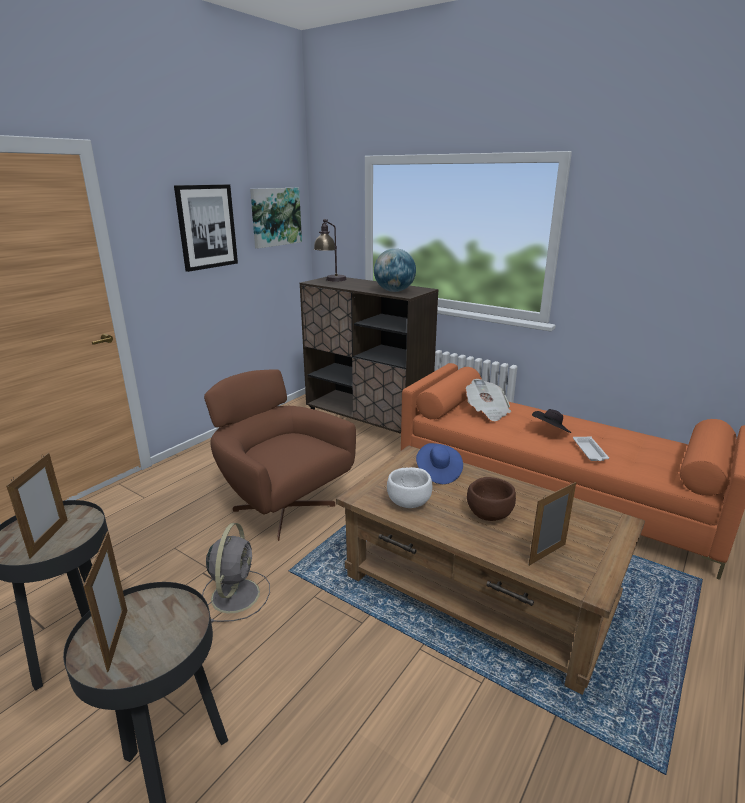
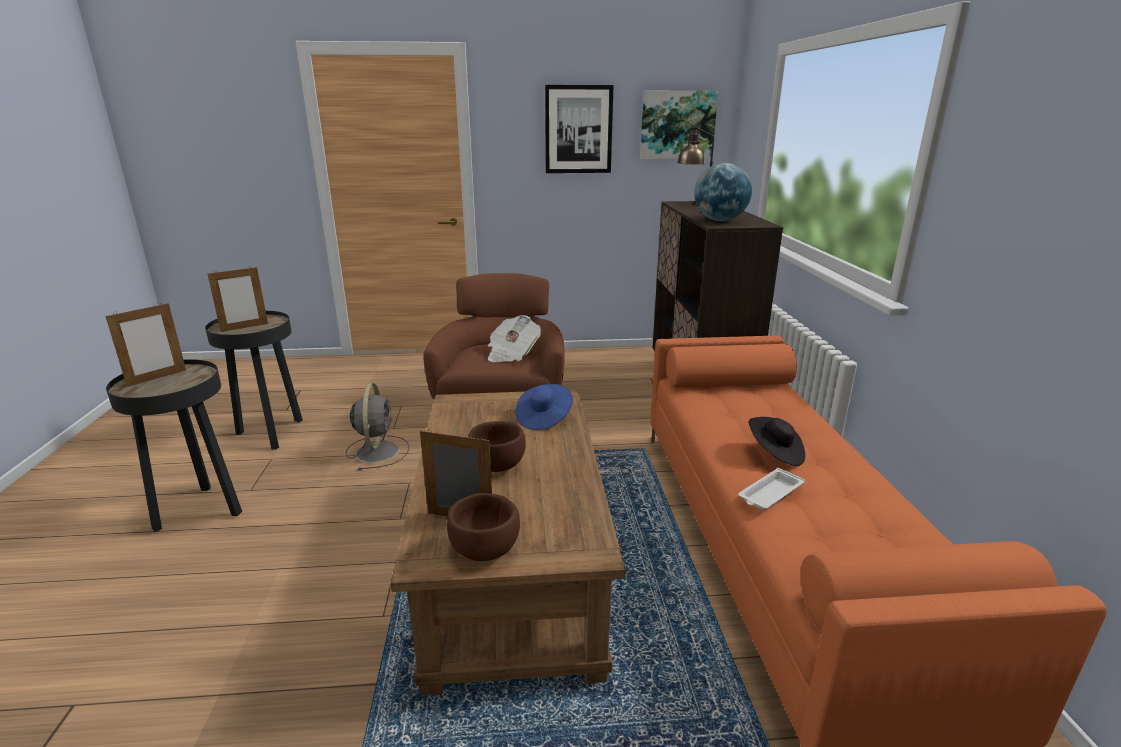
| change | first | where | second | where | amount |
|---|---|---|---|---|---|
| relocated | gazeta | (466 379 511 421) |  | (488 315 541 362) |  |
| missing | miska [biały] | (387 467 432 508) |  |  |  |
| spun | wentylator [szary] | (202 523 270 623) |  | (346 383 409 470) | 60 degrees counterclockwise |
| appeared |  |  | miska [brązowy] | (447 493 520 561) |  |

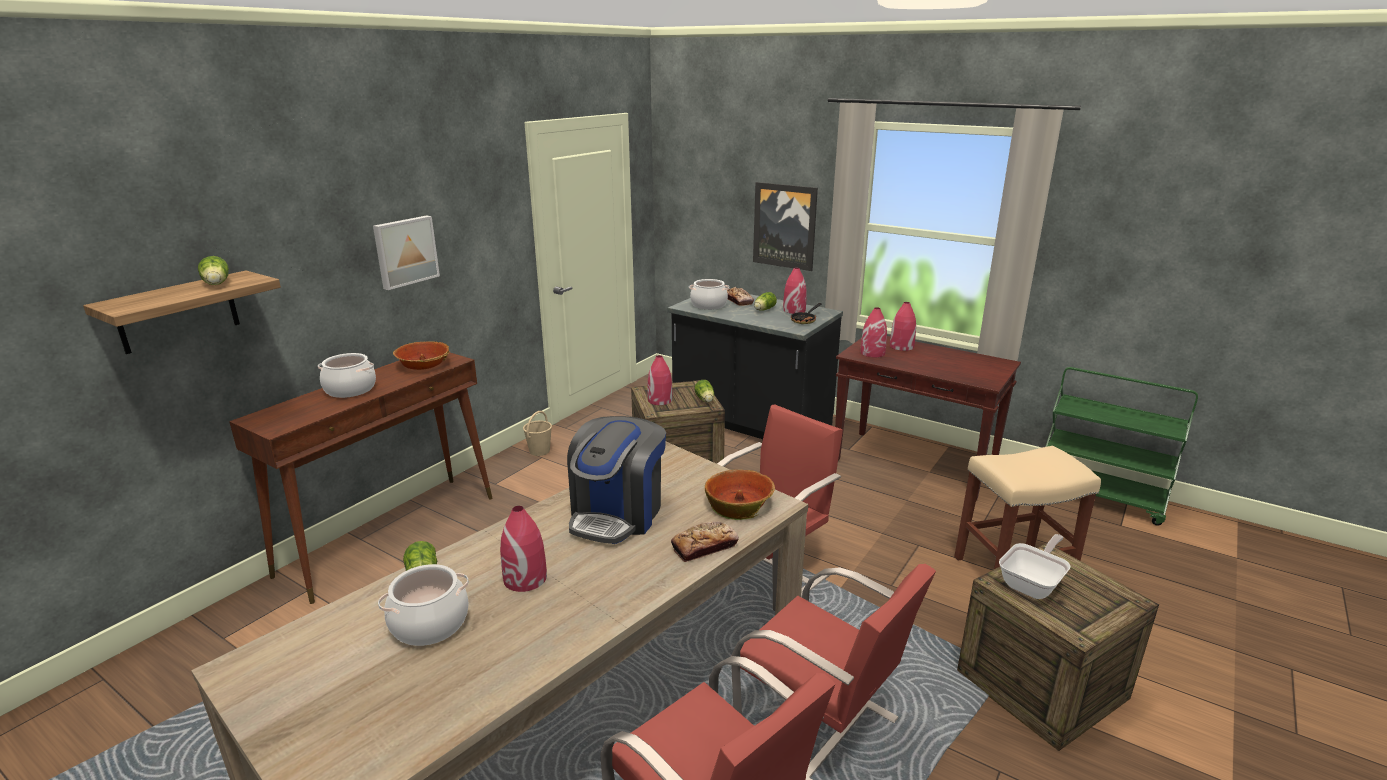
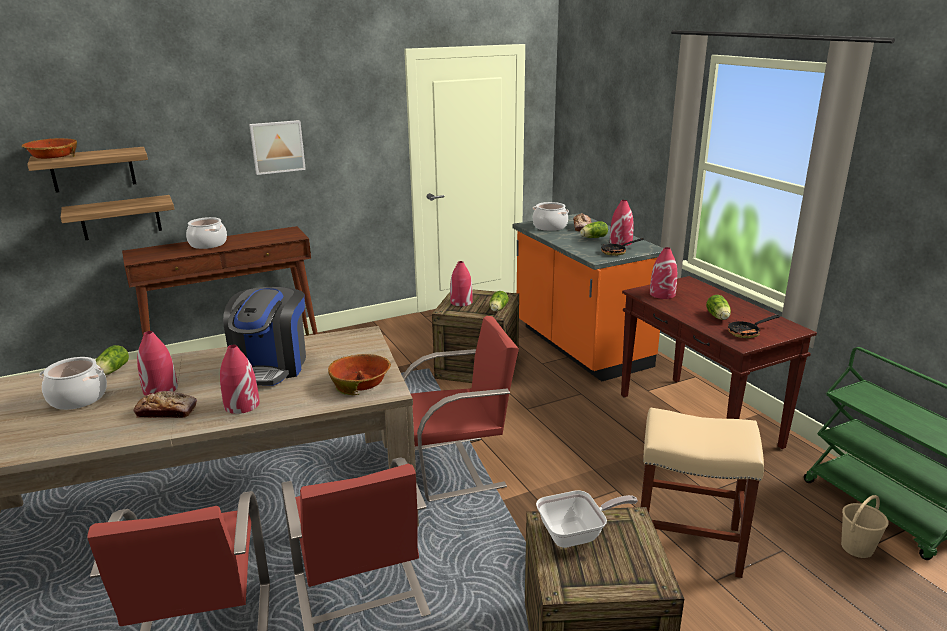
| change | first | where | second | where | amount |
|---|---|---|---|---|---|
| missing | obraz | (753 182 818 271) |  |  |  |
| relocated | sałata | (198 256 229 285) |  | (706 295 731 320) |  |
| colour | zabudowa kuchenna [czarny] | (668 294 843 439) | zabudowa kuchenna [pomarańczowy] | (513 213 664 381) |  |
| relocated | wazon [czerwony] | (890 302 916 351) |  | (220 345 260 414) |  |
| relocated | miska | (393 341 450 370) |  | (22 138 77 159) |  |
| relocated | wiadro [beżowy] | (523 411 552 456) |  | (841 495 889 558) |  |
| spun | ekspres do kawy | (567 416 666 544) |  | (223 287 306 386) | 45 degrees counterclockwise |
| relocated | chleb | (671 522 739 562) |  | (133 391 197 418) |  |
| appeared |  |  | półka | (60 195 175 240) |  |
| appeared |  |  | patelnia | (728 315 780 338) |  |

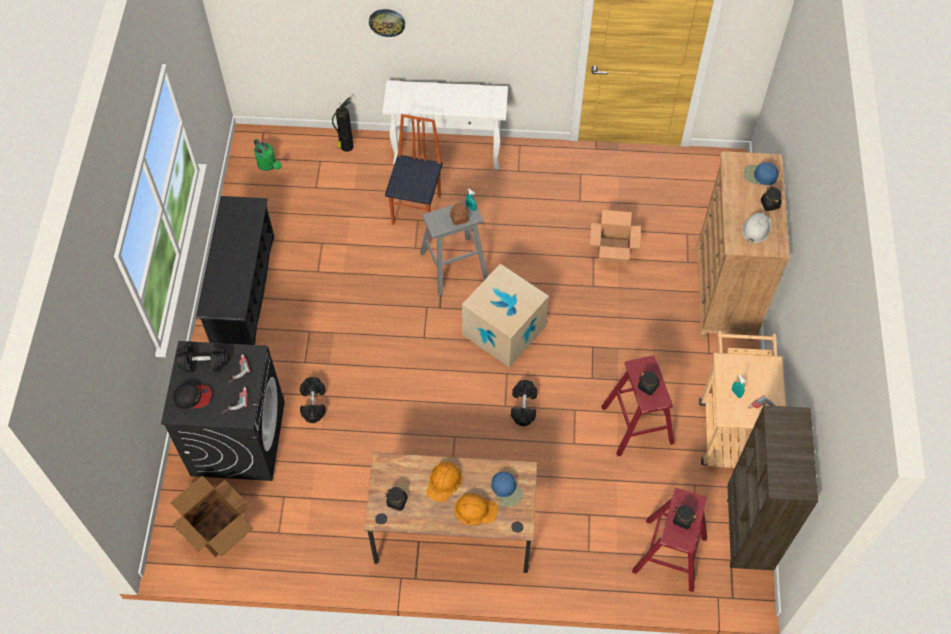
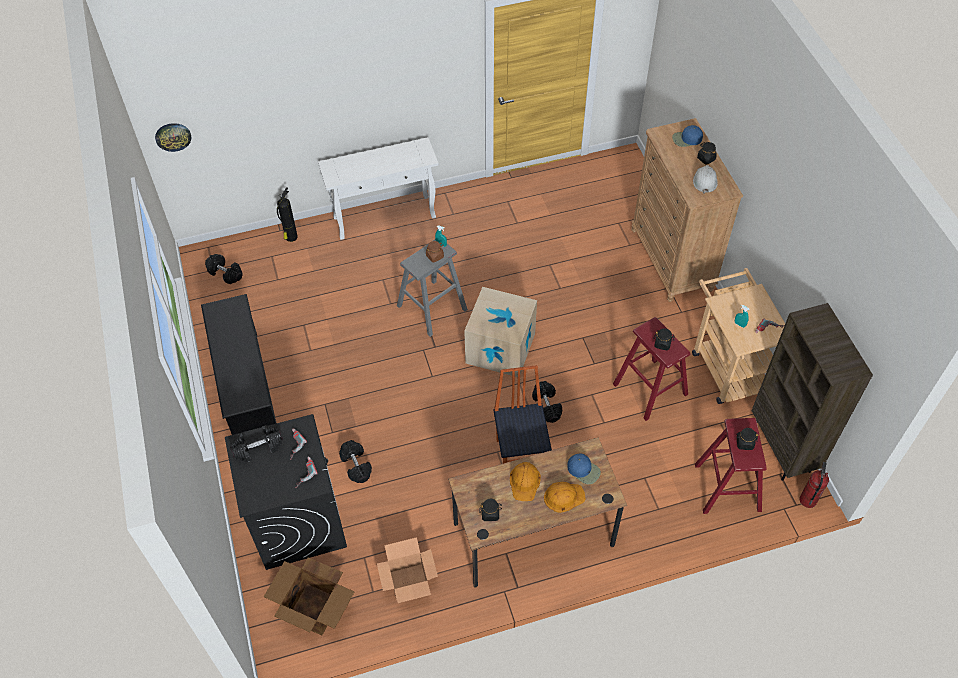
| change | first | where | second | where | amount |
|---|---|---|---|---|---|
| relocated | zegar ścienny | (369 9 405 37) |  | (155 123 192 152) |  |
| relocated | krzesło | (385 114 443 225) |  | (493 365 552 464) |  |
| exchanged | konewka [zielony] | (254 139 281 171) | hantel [czarny] | (205 254 242 284) |  |
| relocated | karton | (590 210 641 263) |  | (377 537 438 603) |  |
| missing | czapka z daszkiem | (173 383 211 409) |  |  |  |
| appeared |  |  | gaśnica | (800 462 829 508) |  |

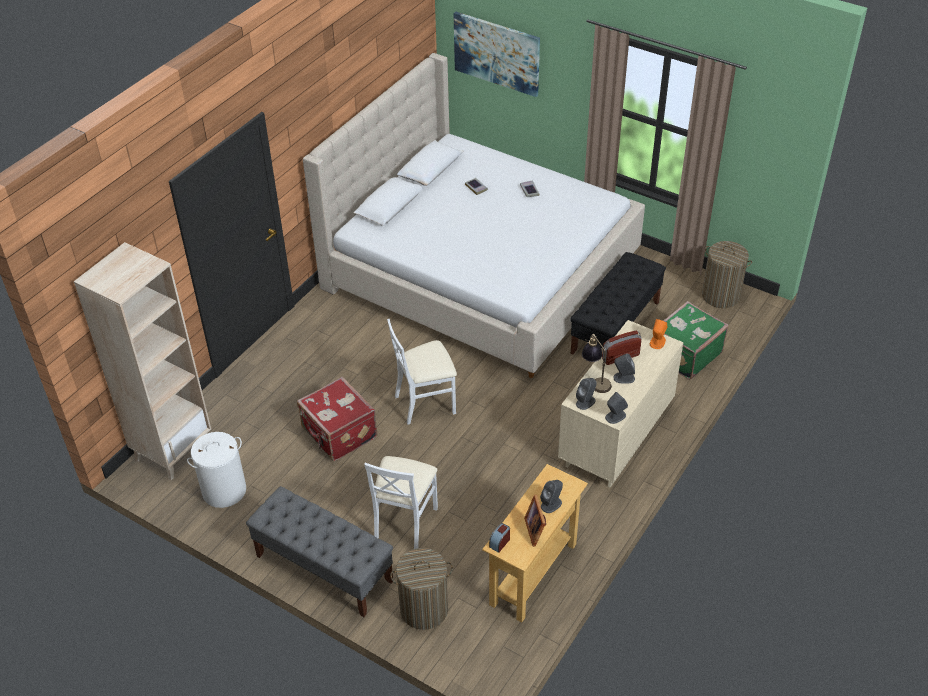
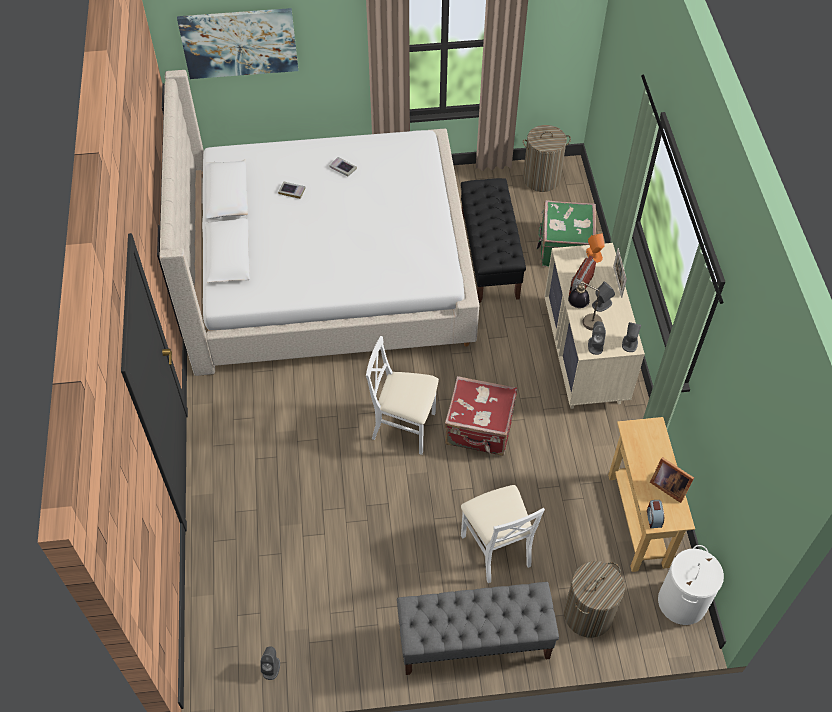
| change | first | where | second | where | amount |
|---|---|---|---|---|---|
| missing | regał [beżowy] | (74 242 211 480) |  |  |  |
| spun | krzesło [biały] | (387 319 457 425) |  | (366 336 439 455) | 75 degrees clockwise |
| relocated | walizka [czerwony] | (297 377 378 461) |  | (444 376 517 456) |  |
| relocated | kosz na pranie [biały] | (187 432 246 508) |  | (658 545 724 625) |  |
| relocated | głośnik [szary] | (540 480 563 513) |  | (261 646 280 680) |  |
| appeared |  |  | ramka na zdjęcie | (613 248 627 298) |  |

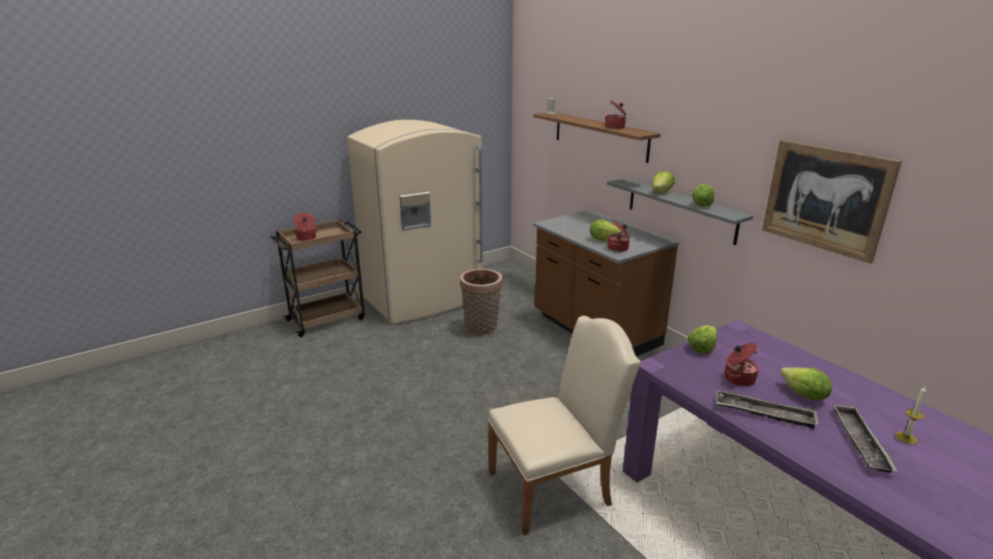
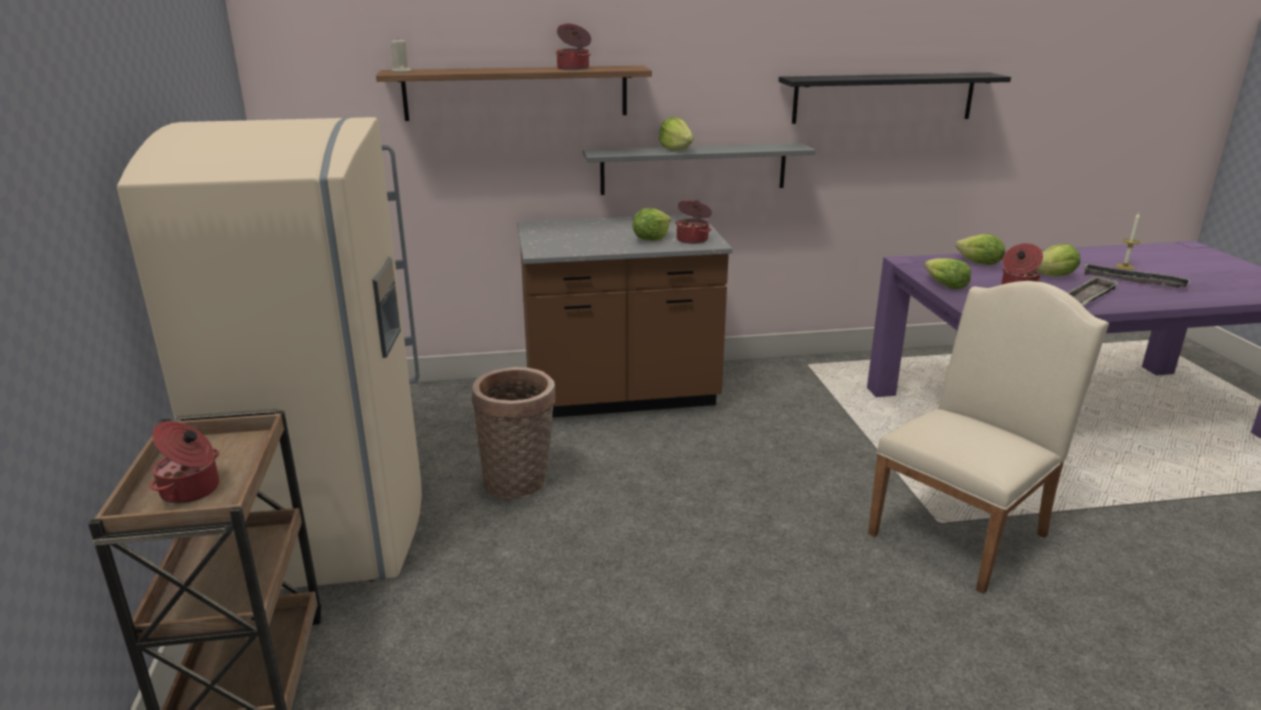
| change | first | where | second | where | amount |
|---|---|---|---|---|---|
| exchanged | obraz | (762 140 902 264) | półka [czarny] | (779 73 1011 124) |  |
| relocated | sałata | (692 184 714 206) |  | (956 234 1005 265) |  |
| spun | krzesło [beżowy] | (488 316 641 535) |  | (868 281 1109 594) | 45 degrees clockwise |

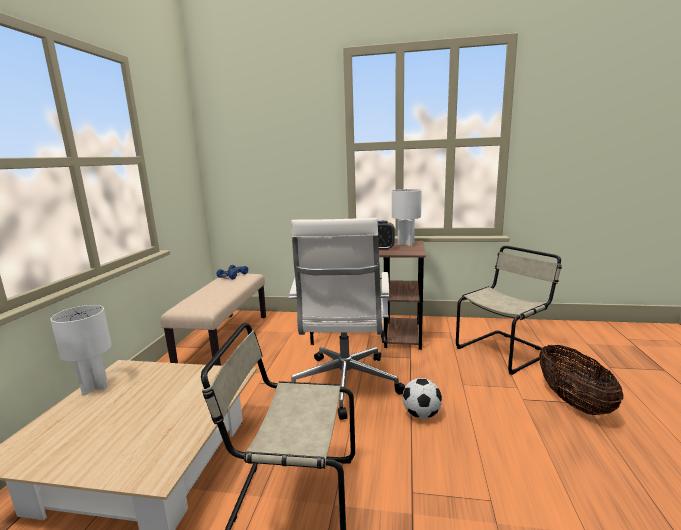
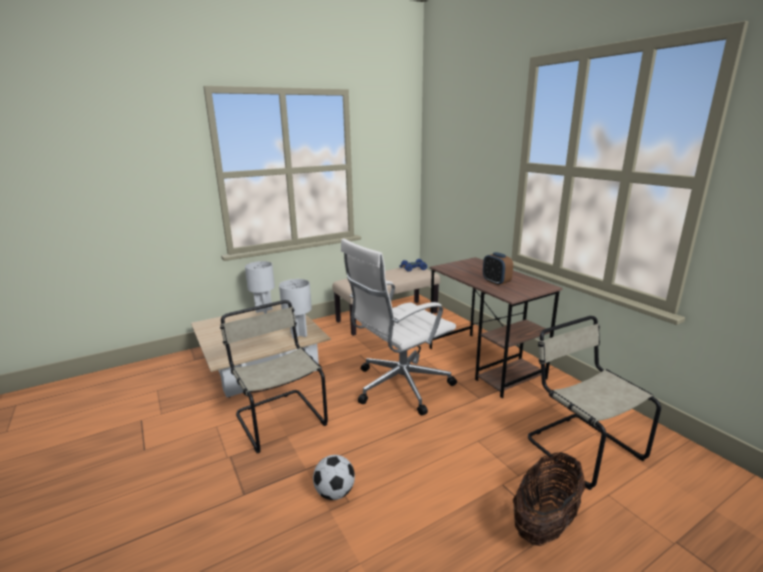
| change | first | where | second | where | amount |
|---|---|---|---|---|---|
| relocated | lampa stołowa [biały] | (392 189 422 246) |  | (279 279 312 339) |  |
| spun | krzesło [beżowy] | (456 246 562 375) |  | (528 316 661 490) | 135 degrees counterclockwise |
| relocated | piłka futbolowa | (402 378 442 419) |  | (313 455 355 500) |  |

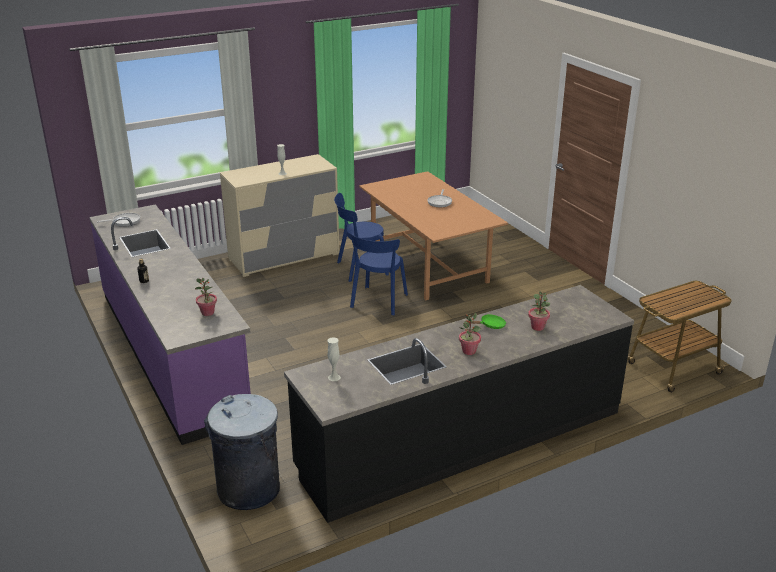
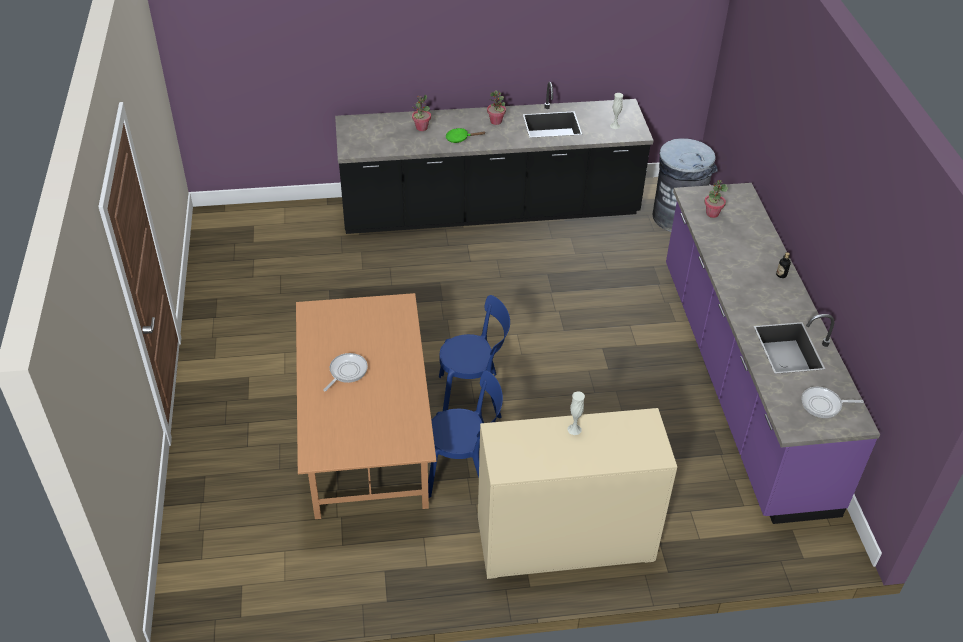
| change | first | where | second | where | amount |
|---|---|---|---|---|---|
| spun | krzesło [niebieski] | (349 232 408 315) |  | (439 295 510 418) | 45 degrees clockwise |
| missing | wózek | (628 281 732 393) |  |  |  |

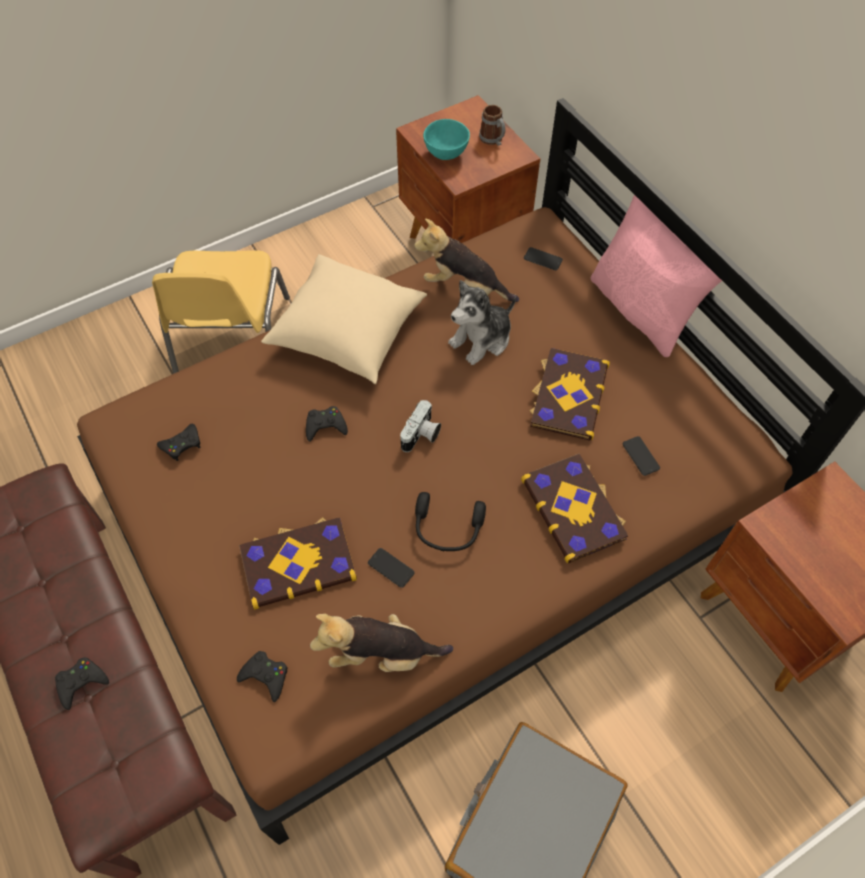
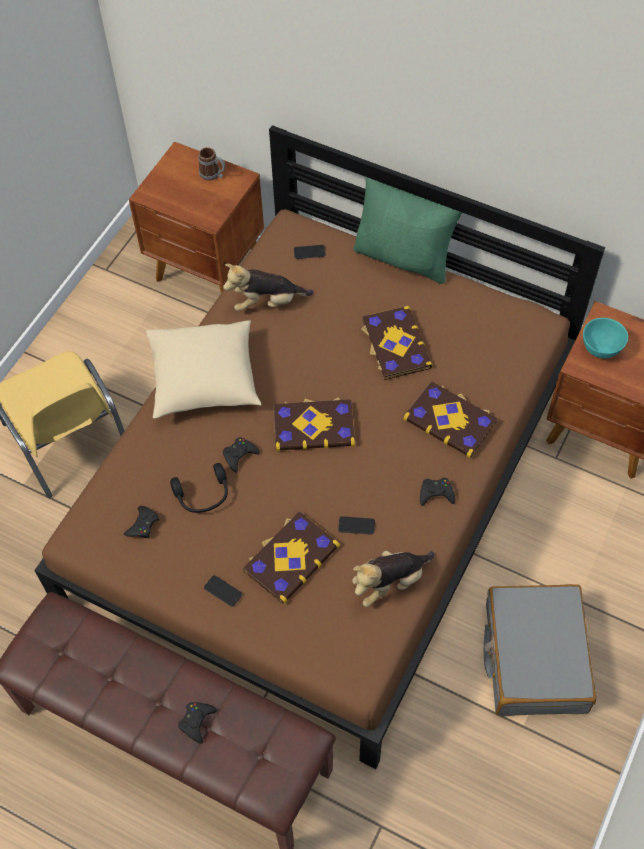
| change | first | where | second | where | amount |
|---|---|---|---|---|---|
| relocated | miska [turkusowy] | (423 119 470 160) |  | (583 318 628 358) |  |
| colour | poduszka [różowy] | (591 195 722 357) | poduszka [zielony] | (354 177 462 284) |  |
| missing | pluszak | (448 280 516 365) |  |  |  |
| exchanged | aparat fotograficzny | (400 400 441 452) | książka | (273 397 355 451) |  |
| relocated | telefon | (622 436 660 476) |  | (204 575 242 607) |  |
| relocated | słuchawki [czarny] | (415 492 486 551) |  | (170 463 228 513) |  |
| relocated | pad do gier [czarny] | (237 651 288 702) |  | (420 478 455 506) |  |

